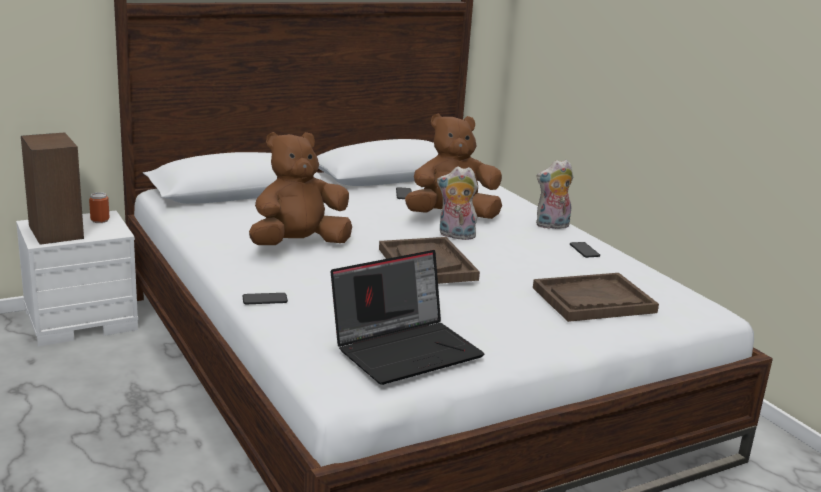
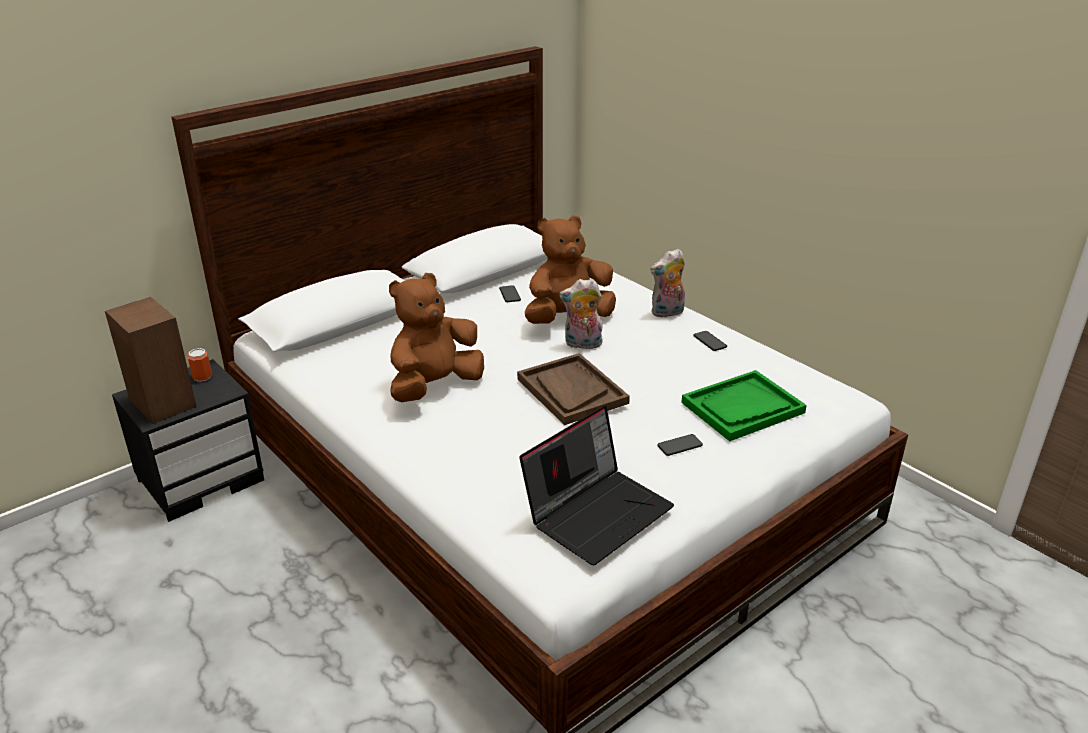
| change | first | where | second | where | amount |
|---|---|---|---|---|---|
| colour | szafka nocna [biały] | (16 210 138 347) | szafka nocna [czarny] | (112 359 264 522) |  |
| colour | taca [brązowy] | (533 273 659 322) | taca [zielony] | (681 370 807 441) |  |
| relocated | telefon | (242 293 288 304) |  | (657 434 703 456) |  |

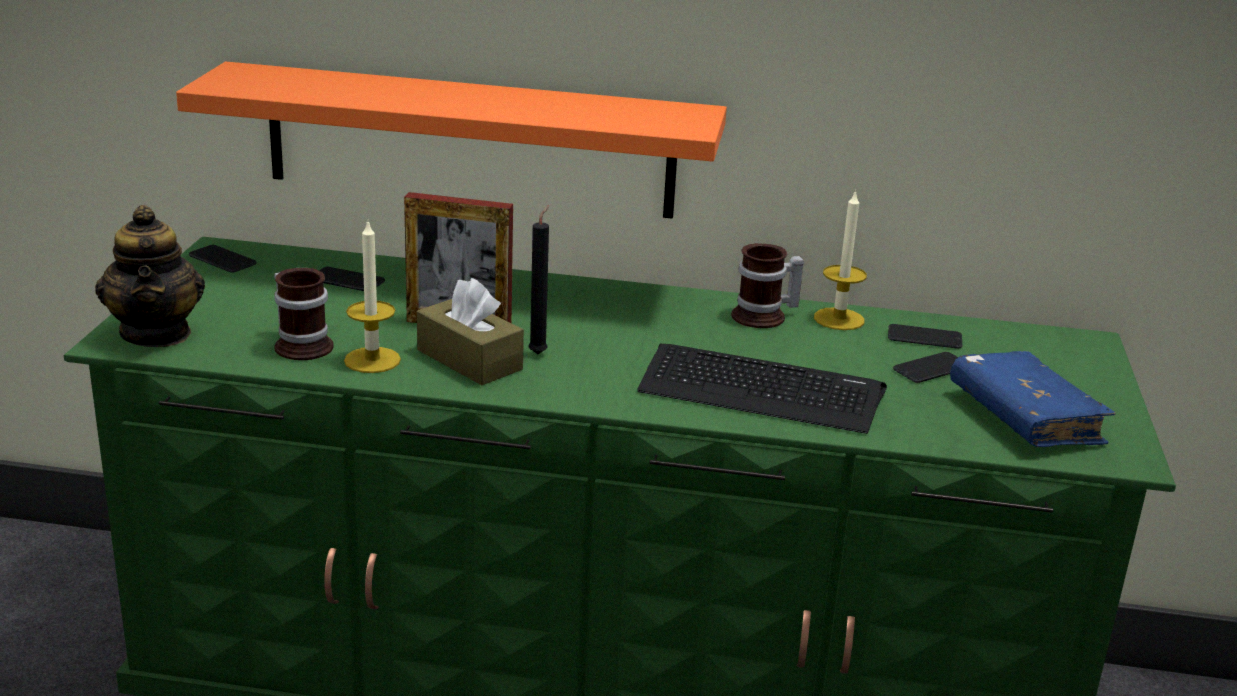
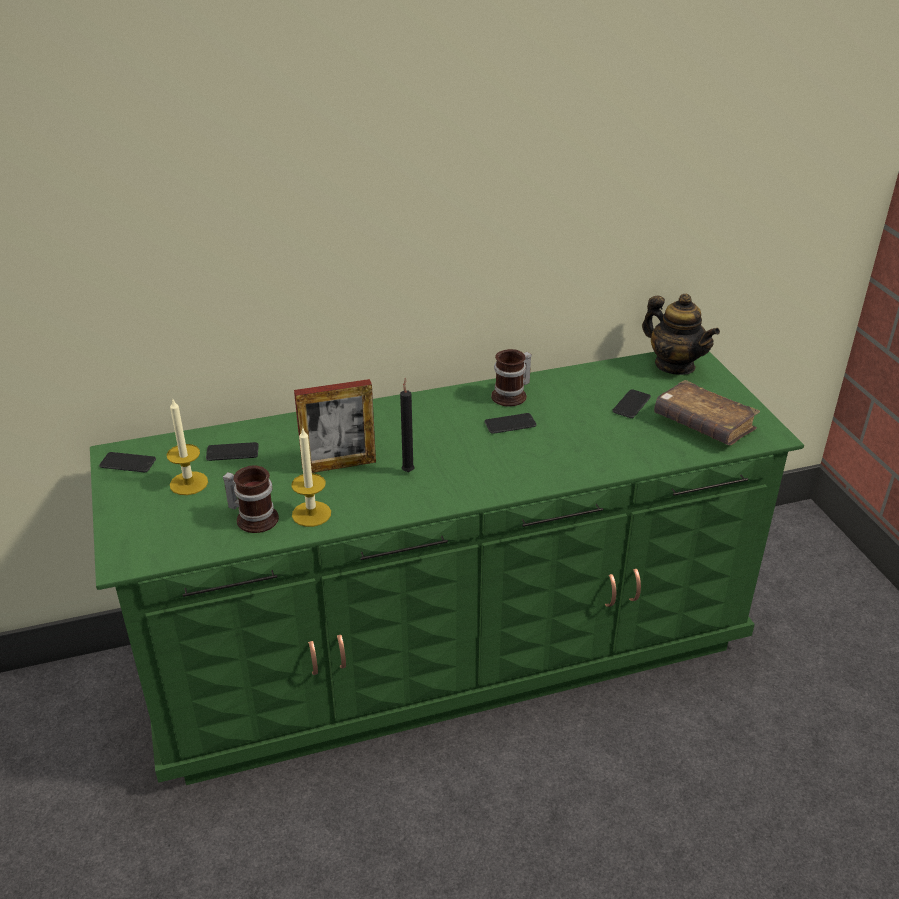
| change | first | where | second | where | amount |
|---|---|---|---|---|---|
| missing | półka [pomarańczowy] | (176 62 727 219) |  |  |  |
| relocated | świeca | (814 189 867 330) |  | (167 400 208 495) |  |
| relocated | imbryk | (95 205 205 347) |  | (642 294 720 375) |  |
| missing | pudełko chusteczek [brązowy] | (417 278 524 385) |  |  |  |
| relocated | telefon | (888 324 962 349) |  | (484 413 537 434) |  |
| missing | klawiatura | (637 344 887 434) |  |  |  |
| colour | książka [niebieski] | (950 351 1115 447) | książka [brązowy] | (654 380 760 445) |  |

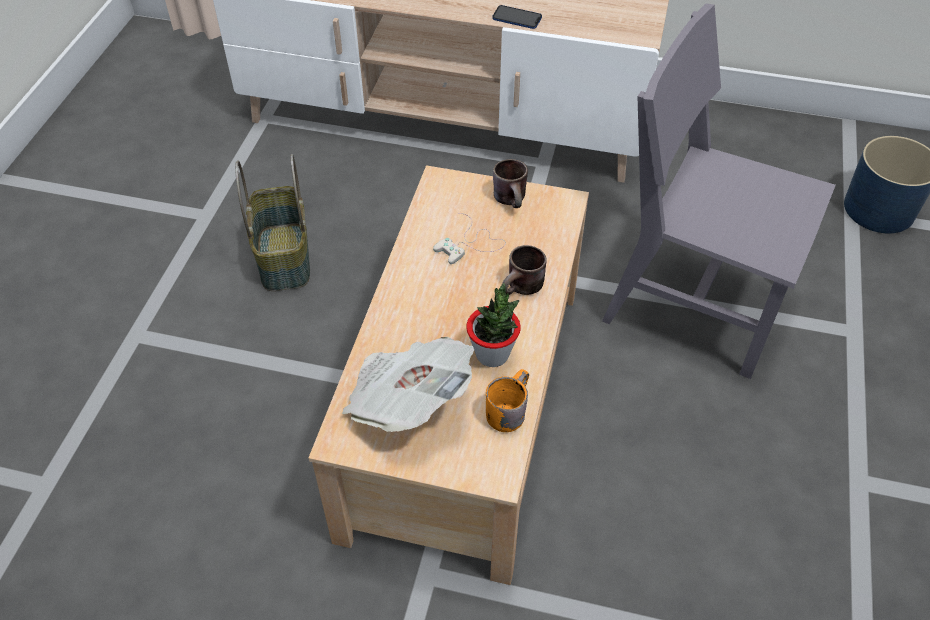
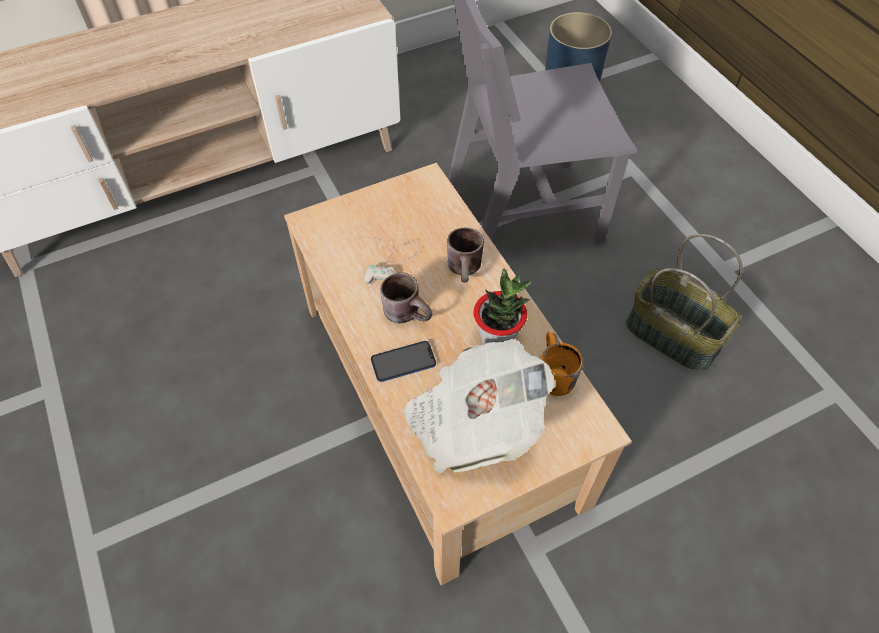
| change | first | where | second | where | amount |
|---|---|---|---|---|---|
| relocated | telefon | (492 5 542 29) |  | (371 341 436 382) |  |
| relocated | koszyk | (235 154 310 291) |  | (626 234 743 372) |  |
| relocated | kubek [brązowy] | (493 159 528 208) |  | (380 273 432 323) |  |

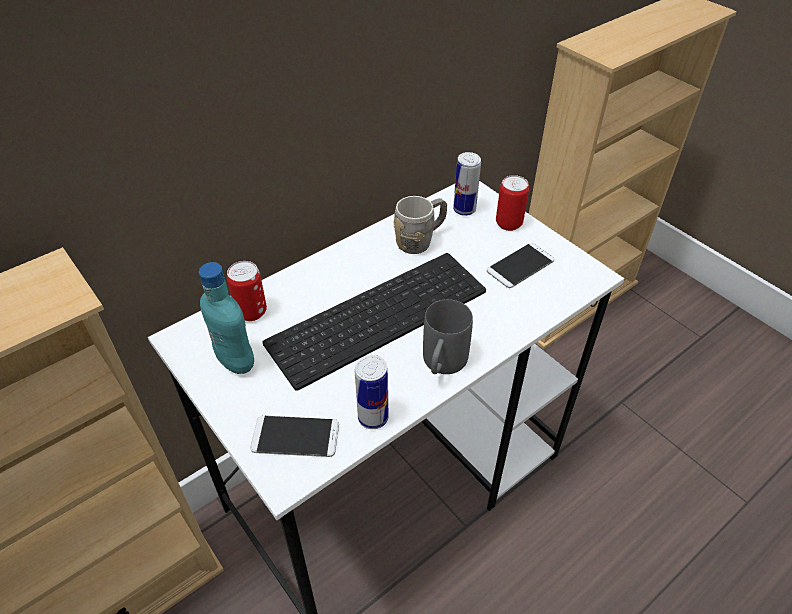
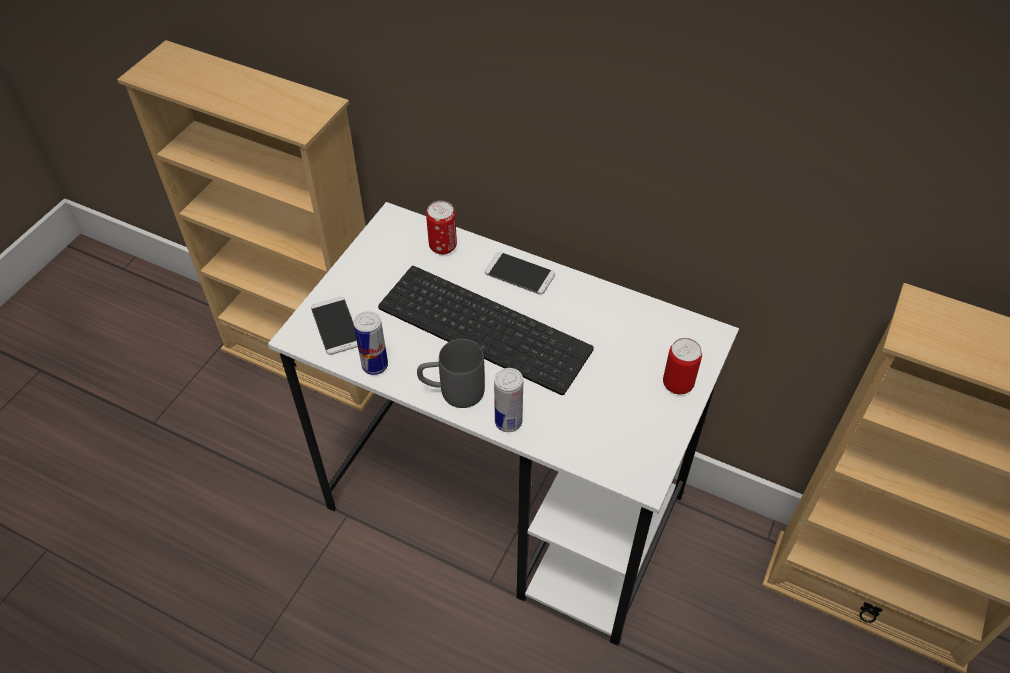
| change | first | where | second | where | amount |
|---|---|---|---|---|---|
| relocated | puszka | (453 152 481 216) |  | (494 368 523 432) |  |
| missing | kubek [szary] | (393 196 447 254) |  |  |  |
| relocated | telefon | (487 243 555 288) |  | (485 252 555 295) |  |
| missing | butelka [turkusowy] | (199 262 254 374) |  |  |  |

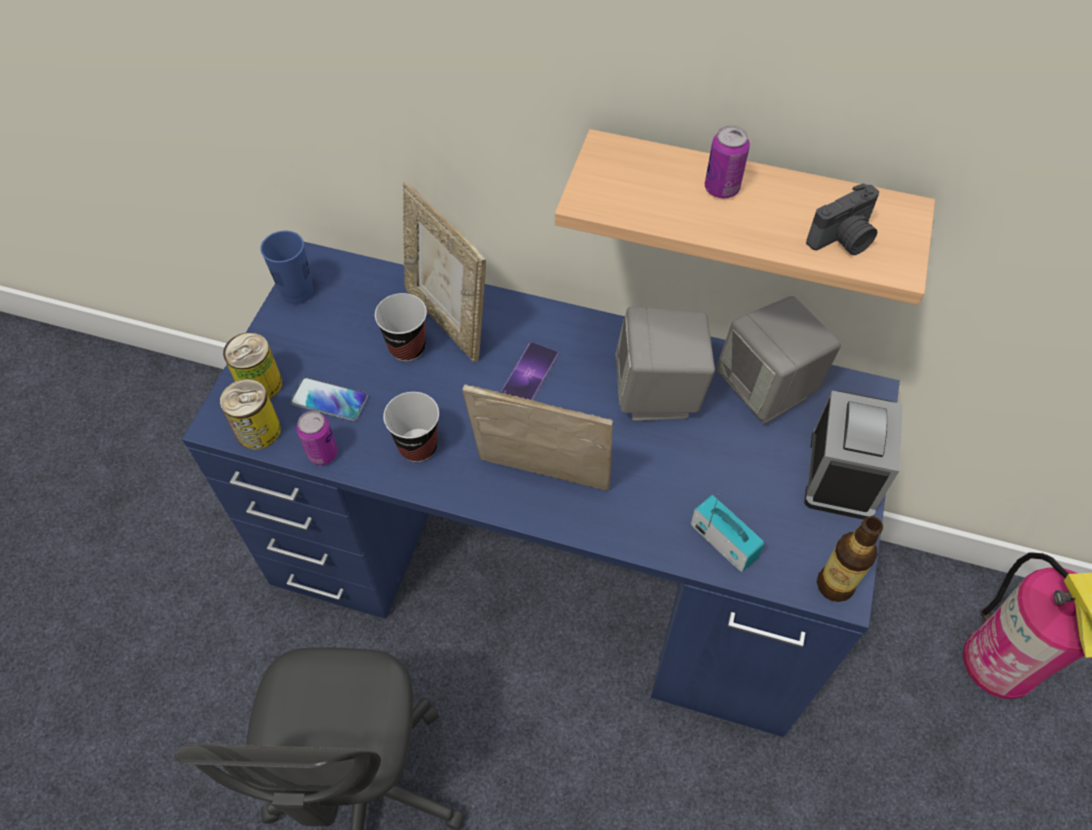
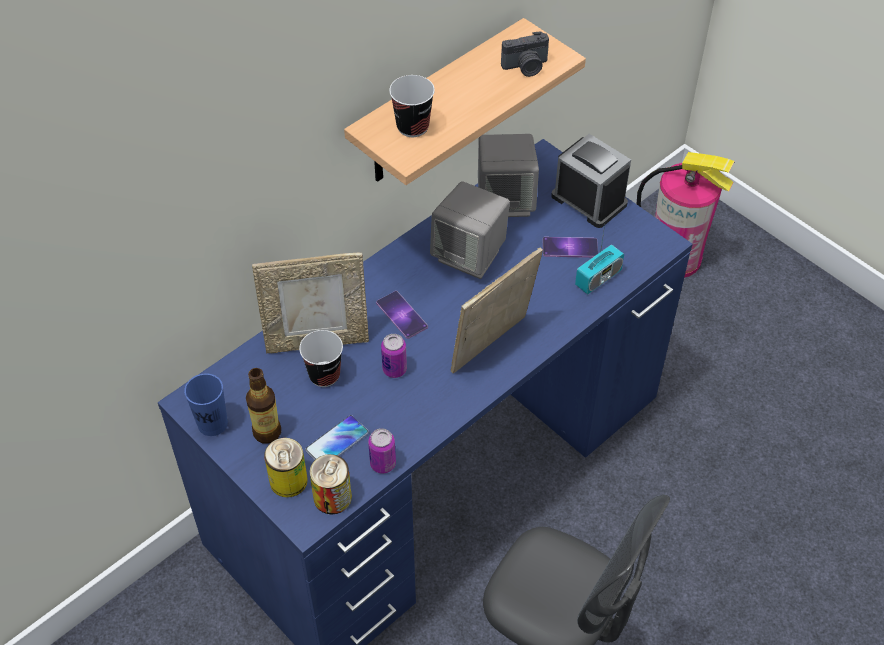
| change | first | where | second | where | amount |
|---|---|---|---|---|---|
| relocated | puszka | (705 125 750 198) |  | (381 334 407 378) |  |
| spun | aparat fotograficzny | (806 183 879 255) |  | (501 31 549 77) | 75 degrees clockwise |
| relocated | filiżanka | (383 392 439 462) |  | (389 75 435 137) |  |
| spun | radio | (691 491 764 572) |  | (575 219 624 294) | 150 degrees clockwise |
| relocated | butelka | (817 516 883 602) |  | (246 368 281 444) |  |
| appeared |  |  | telefon | (543 237 598 258) |  |

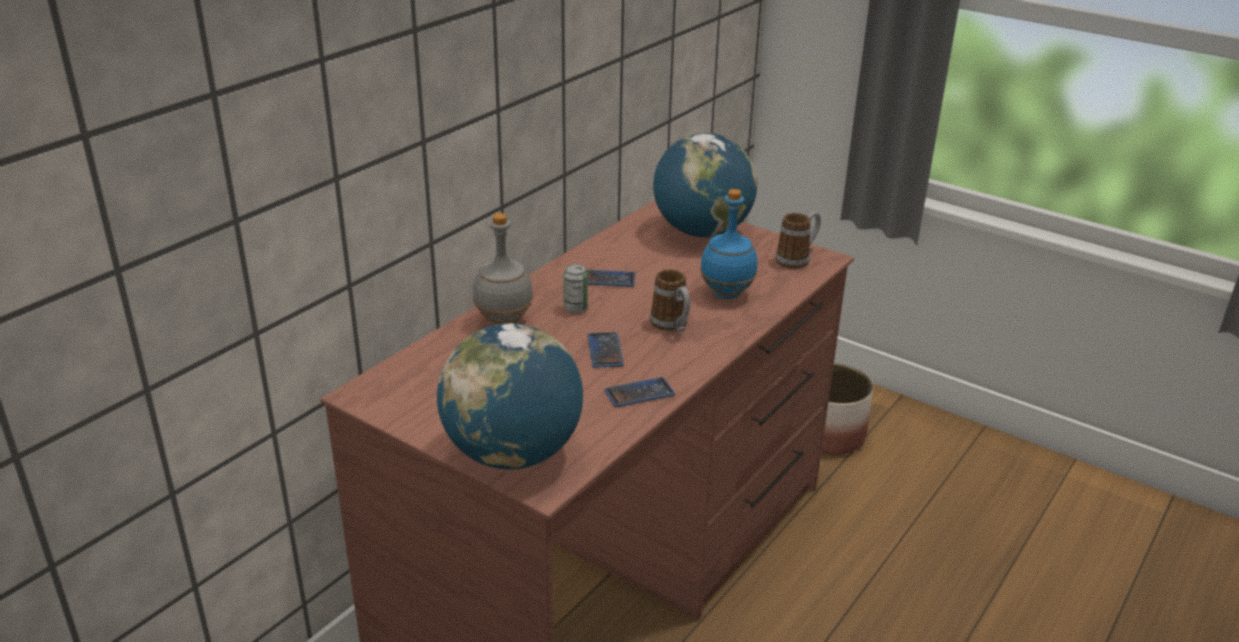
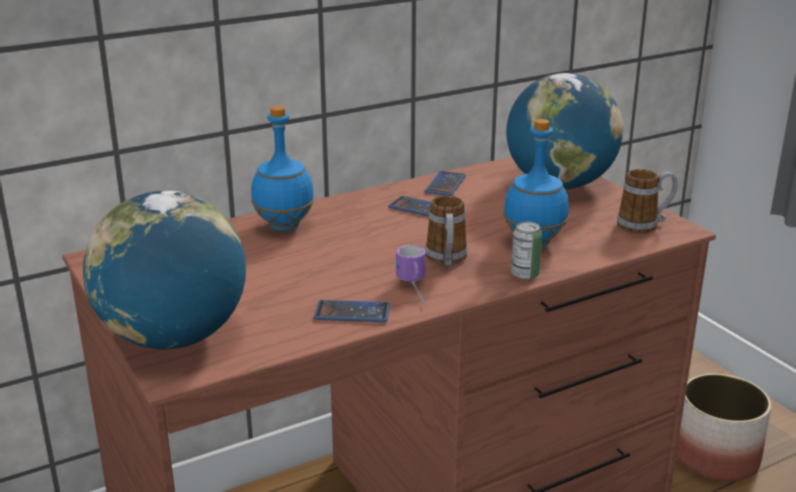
| change | first | where | second | where | amount |
|---|---|---|---|---|---|
| colour | butelka [szary] | (473 213 533 325) | butelka [niebieski] | (251 106 314 231) |  |
| relocated | puszka | (563 264 588 313) |  | (511 222 542 280) |  |
| relocated | telefon | (588 332 624 368) |  | (424 171 466 196) |  |
| appeared |  |  | kubek | (396 245 426 306) |  |

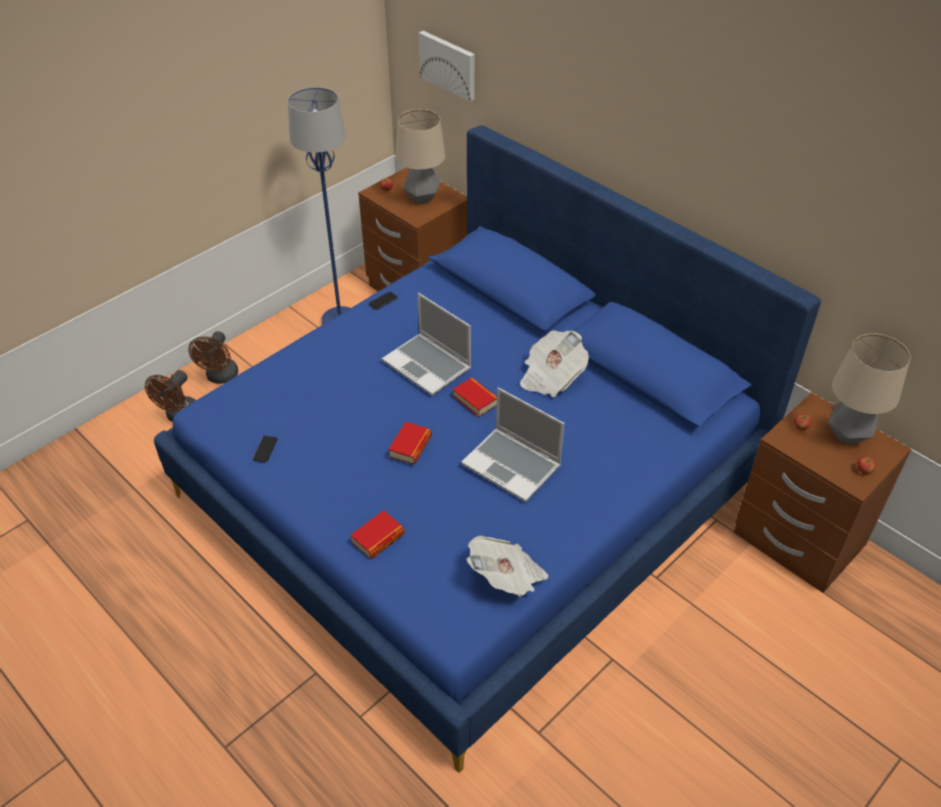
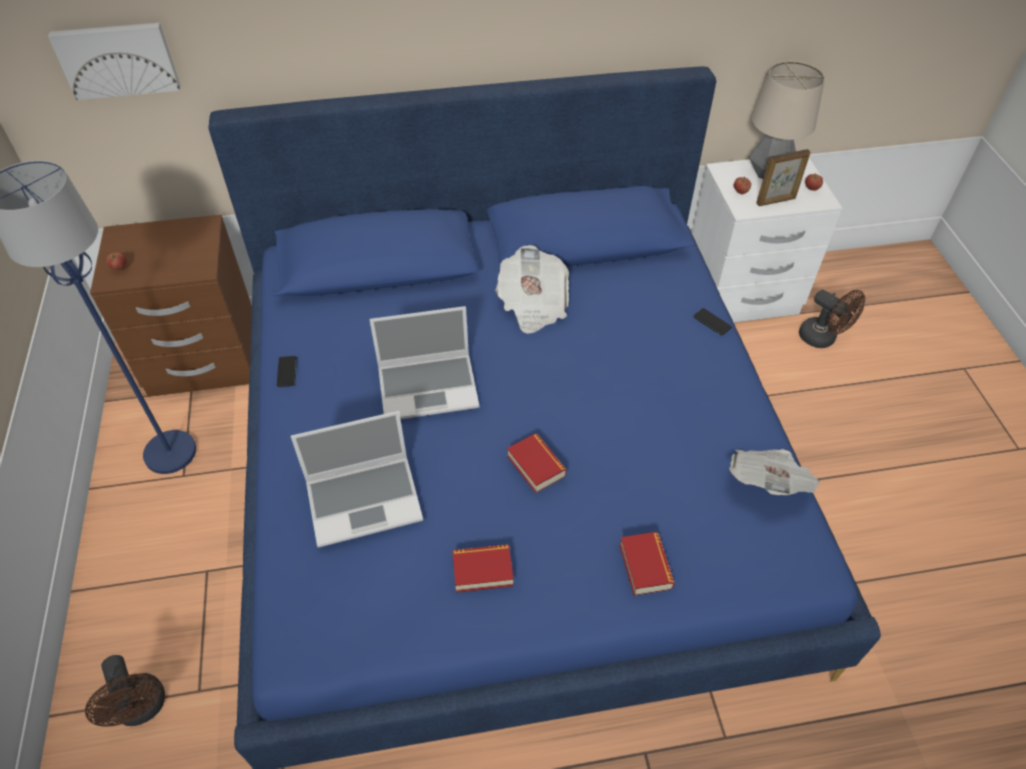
| change | first | where | second | where | amount |
|---|---|---|---|---|---|
| missing | lampa stołowa | (396 109 445 204) |  |  |  |
| relocated | wentylator [brązowy] | (188 331 238 384) |  | (799 290 865 348) |  |
| relocated | książka | (453 378 497 417) |  | (452 544 513 593) |  |
| relocated | laptop | (461 387 564 502) |  | (291 411 423 548) |  |
| colour | szafka nocna [brązowy] | (734 392 911 593) | szafka nocna [biały] | (691 158 842 322) |  |
| relocated | telefon | (252 436 277 463) |  | (693 308 732 336) |  |
| appeared |  |  | ramka na zdjęcie | (756 149 811 206) |  |

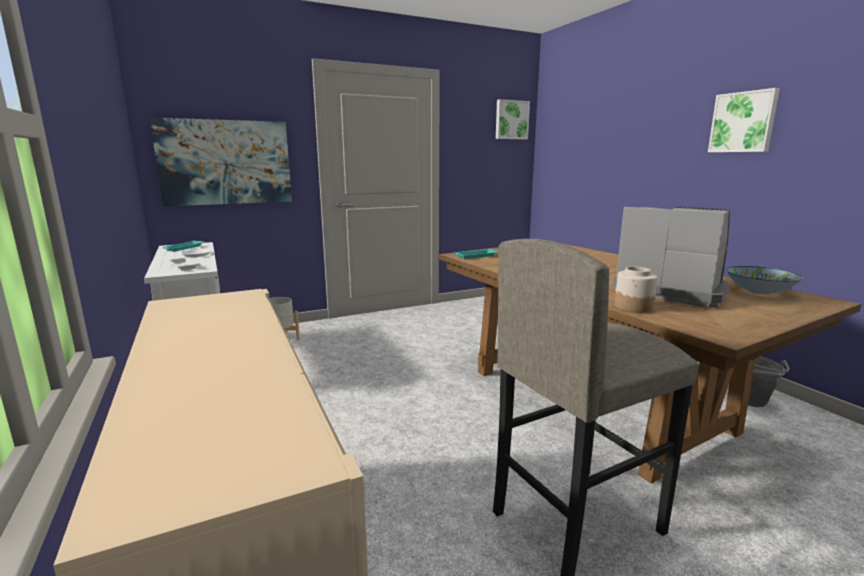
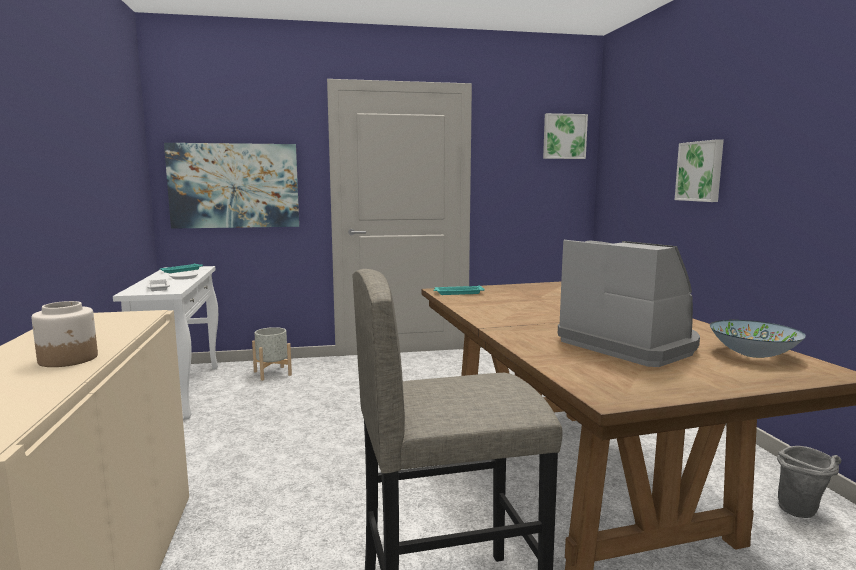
| change | first | where | second | where | amount |
|---|---|---|---|---|---|
| relocated | obraz | (708 88 780 152) |  | (675 139 724 202) |  |
| relocated | słoik | (615 266 657 313) |  | (32 301 98 367) |  |

